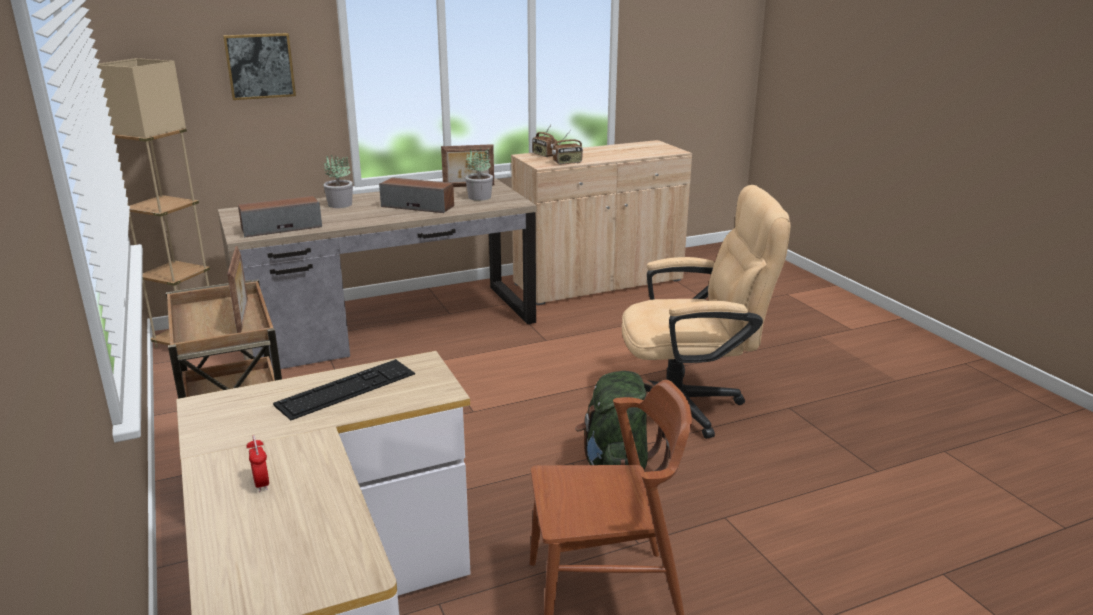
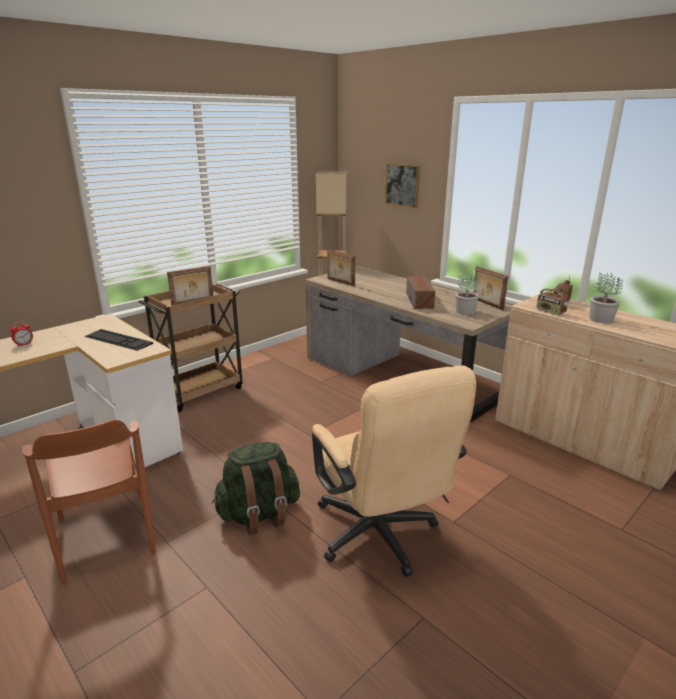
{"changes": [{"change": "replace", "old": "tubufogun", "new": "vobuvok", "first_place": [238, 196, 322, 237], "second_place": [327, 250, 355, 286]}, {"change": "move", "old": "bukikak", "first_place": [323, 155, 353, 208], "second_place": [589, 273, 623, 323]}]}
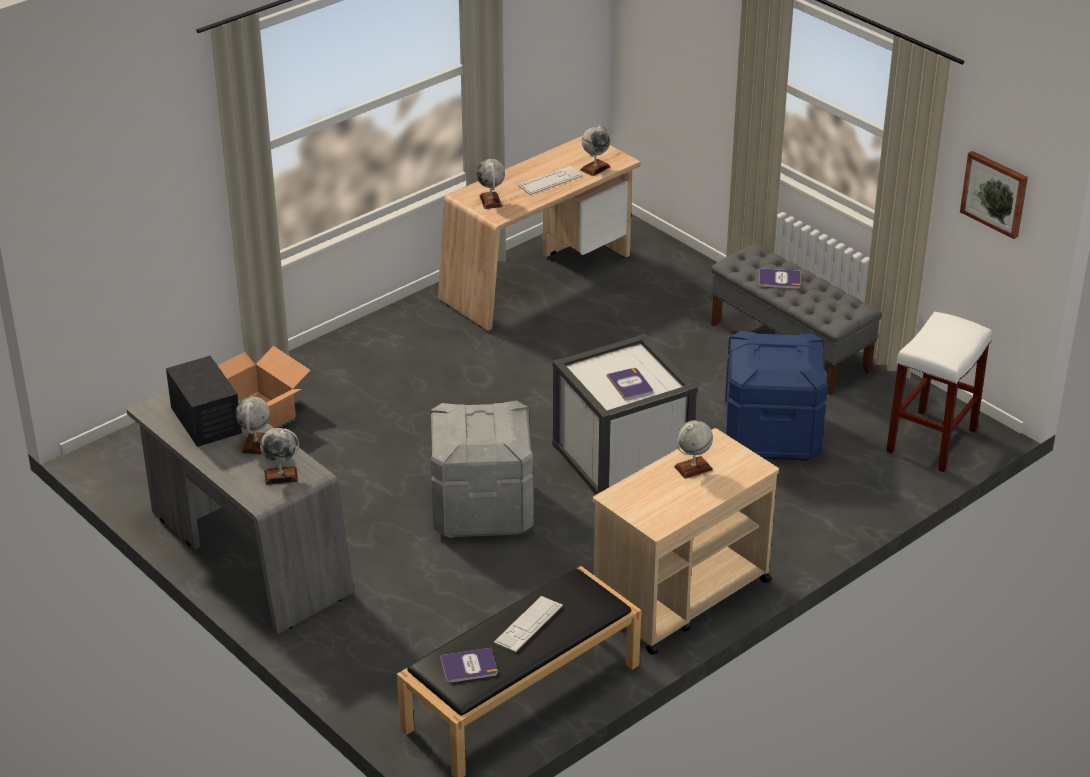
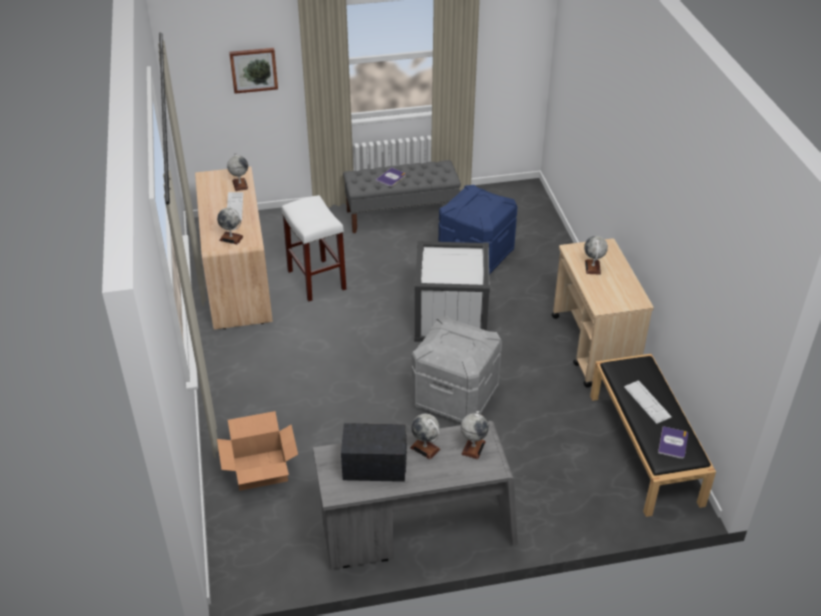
{"changes": [{"change": "move", "old": "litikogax", "first_place": [960, 151, 1028, 239], "second_place": [229, 48, 278, 94]}, {"change": "move", "old": "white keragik", "first_place": [886, 312, 992, 472], "second_place": [281, 195, 346, 301]}, {"change": "delete", "old": "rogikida", "first_place": [607, 368, 653, 401]}]}
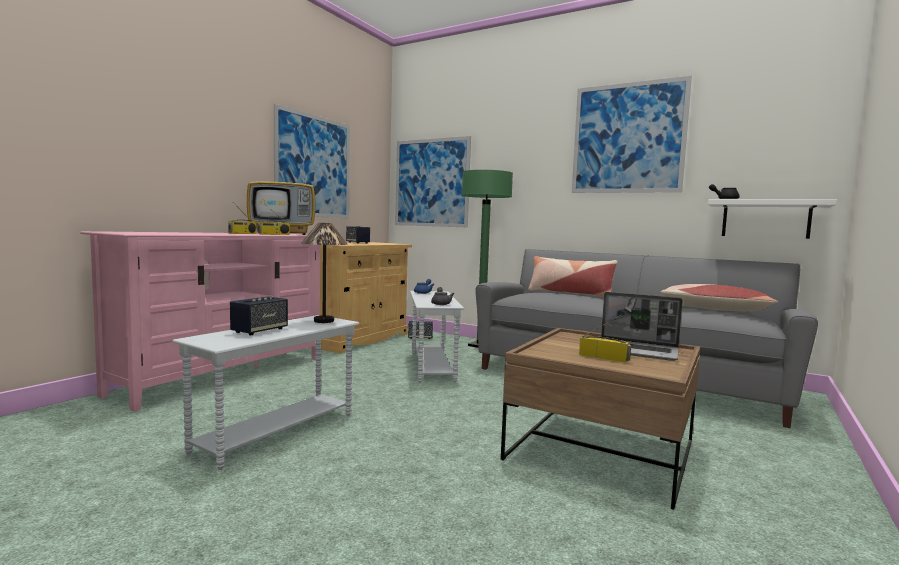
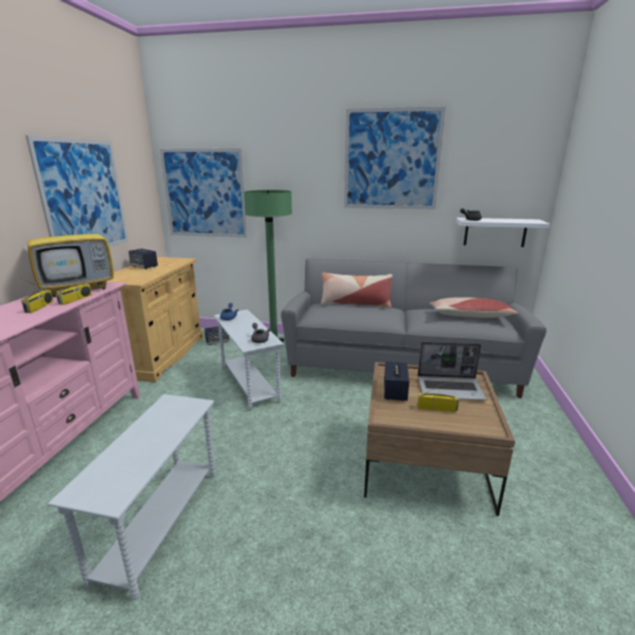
{"changes": [{"change": "move", "old": "tubufogun", "first_place": [230, 296, 288, 335], "second_place": [384, 362, 409, 401]}, {"change": "delete", "old": "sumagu", "first_place": [301, 223, 348, 323]}]}
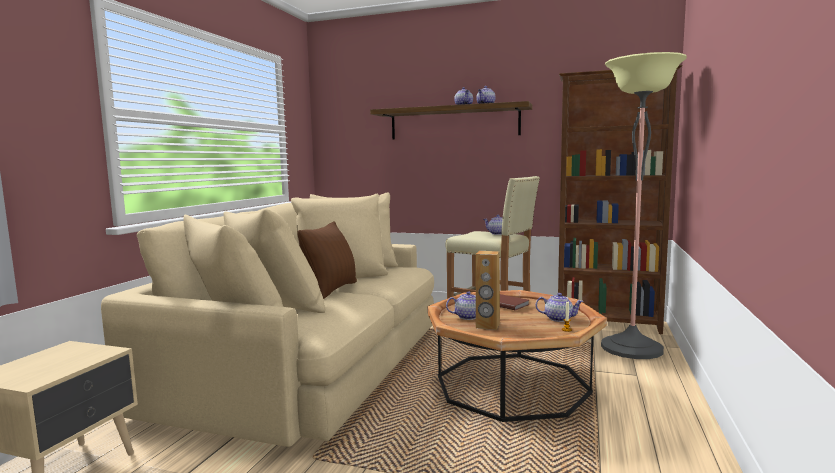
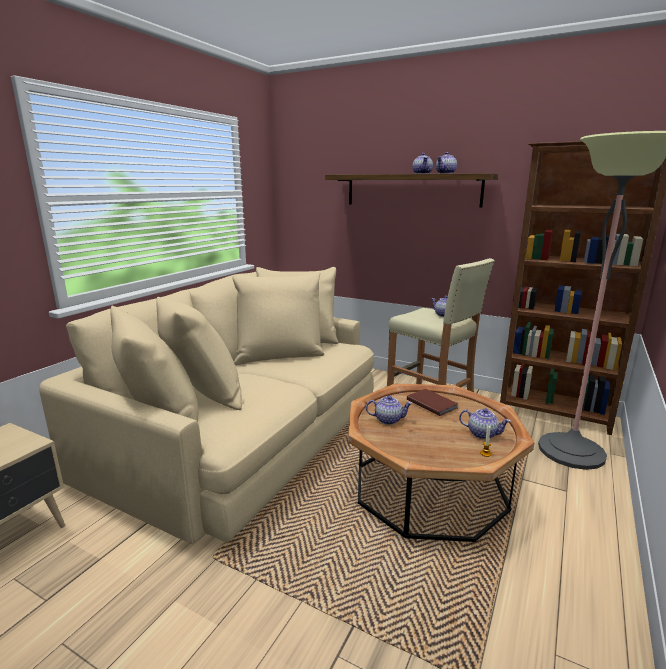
{"changes": [{"change": "delete", "old": "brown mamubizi", "first_place": [297, 222, 357, 299]}, {"change": "delete", "old": "brown tubufogun", "first_place": [476, 251, 500, 330]}]}
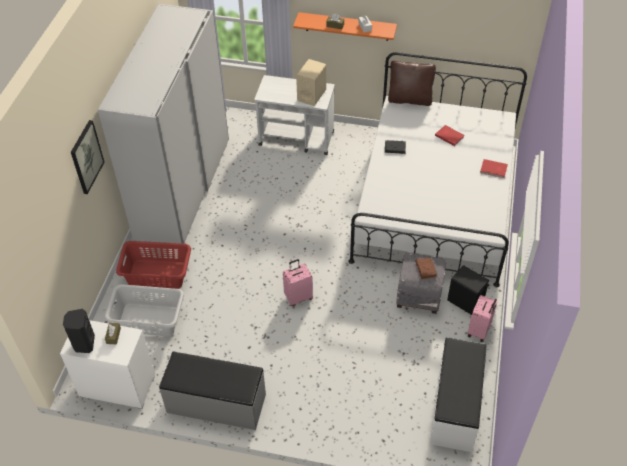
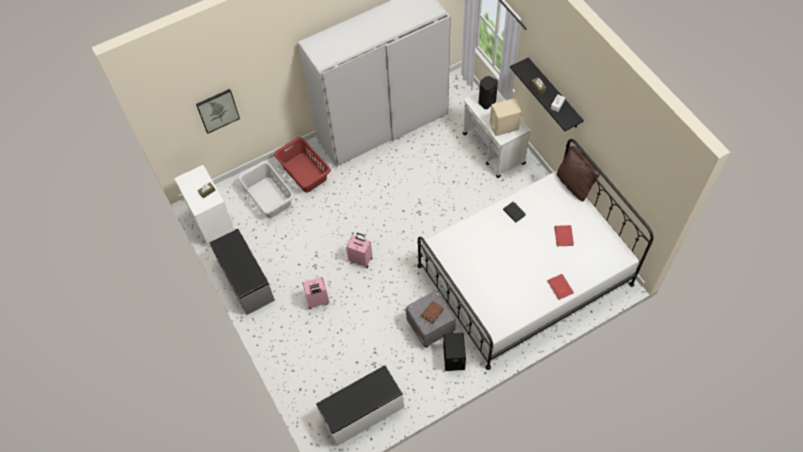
{"changes": [{"change": "move", "old": "litikogax", "first_place": [71, 120, 105, 194], "second_place": [196, 89, 240, 134]}, {"change": "move", "old": "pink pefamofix", "first_place": [468, 295, 498, 342], "second_place": [303, 277, 329, 309]}, {"change": "move", "old": "black tubufogun", "first_place": [63, 309, 95, 353], "second_place": [479, 76, 498, 109]}, {"change": "recolor", "old": "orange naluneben", "new": "black naluneben", "first_place": [293, 12, 397, 41], "second_place": [510, 57, 584, 131]}]}
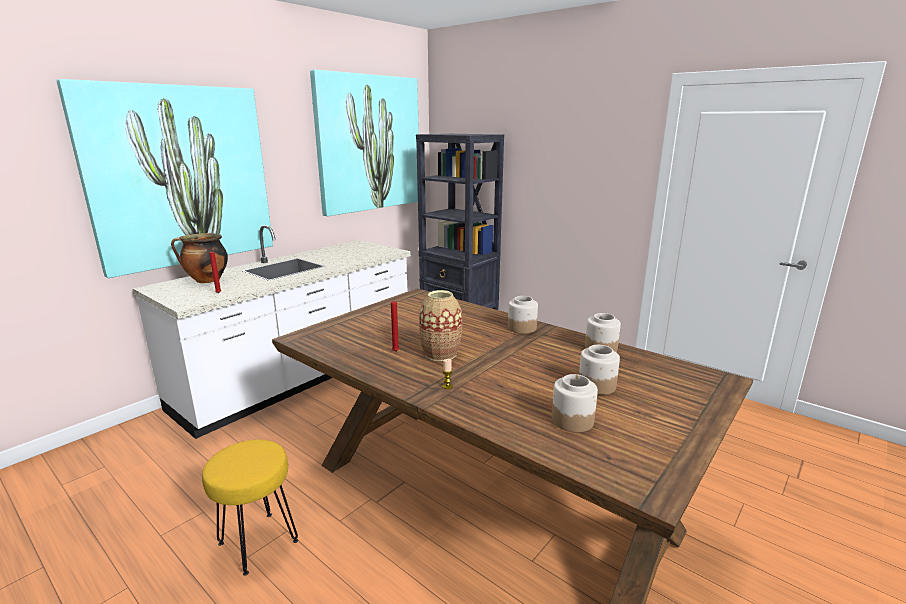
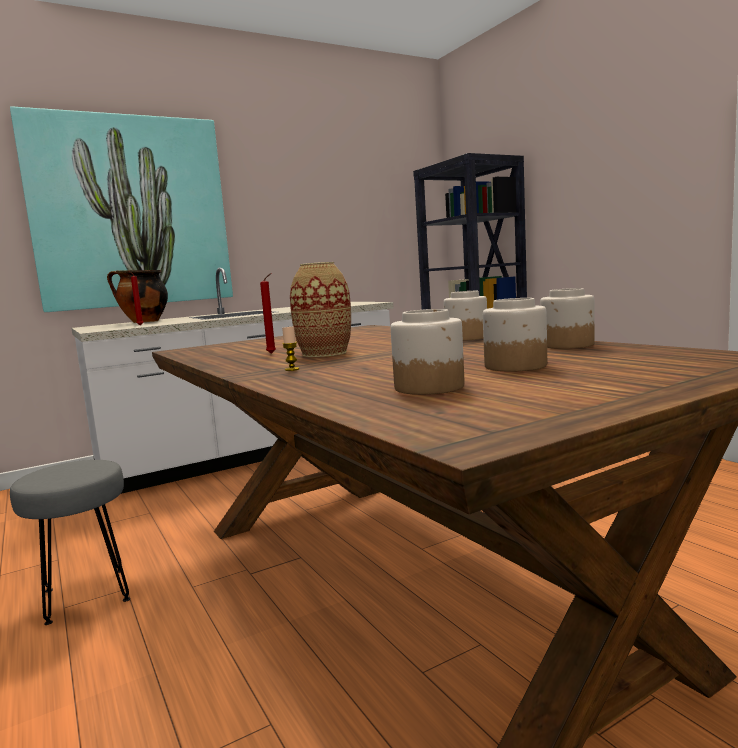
{"changes": [{"change": "recolor", "old": "yellow keragik", "new": "grey keragik", "first_place": [202, 440, 298, 576], "second_place": [10, 460, 130, 625]}, {"change": "delete", "old": "litikogax", "first_place": [310, 70, 419, 216]}]}
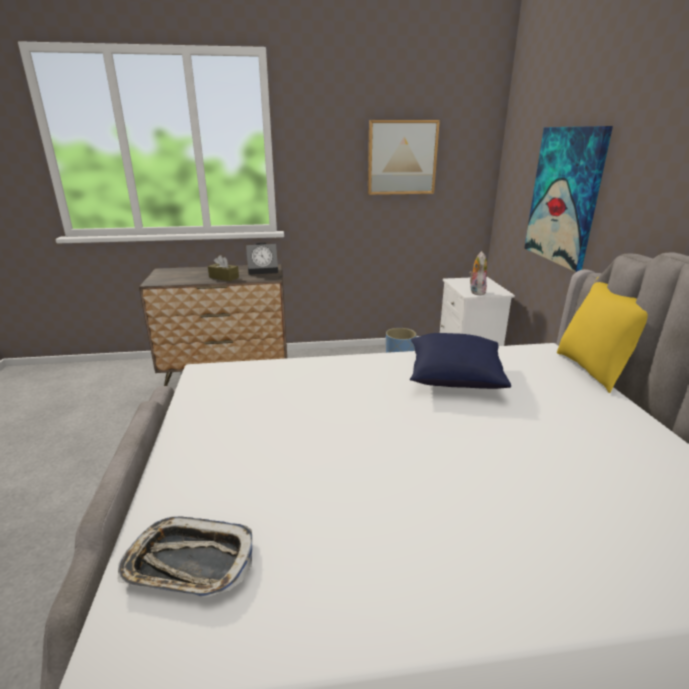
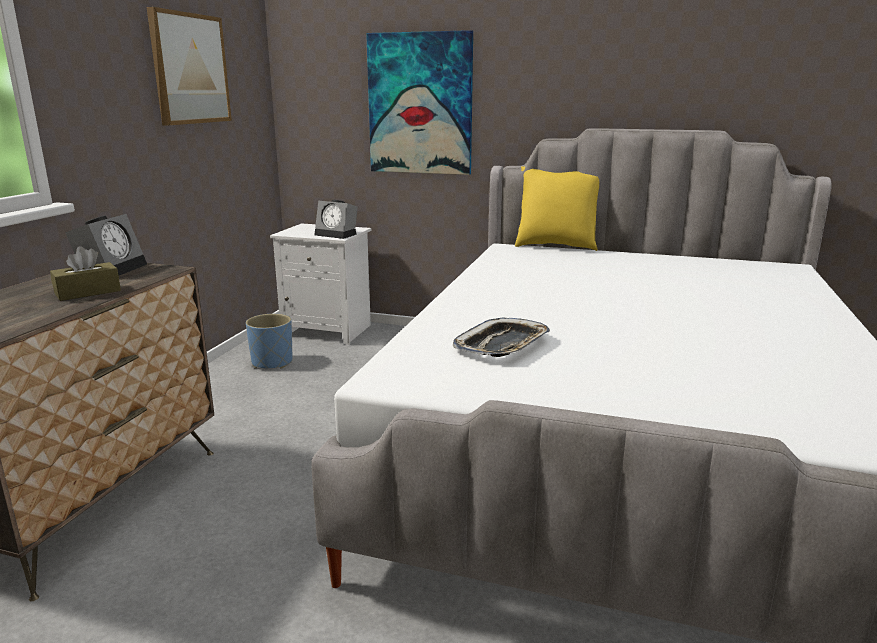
{"changes": [{"change": "replace", "old": "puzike", "new": "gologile", "first_place": [469, 251, 487, 295], "second_place": [314, 200, 358, 239]}, {"change": "move", "old": "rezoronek", "first_place": [118, 517, 252, 597], "second_place": [453, 318, 550, 357]}, {"change": "delete", "old": "blue mamubizi", "first_place": [410, 333, 511, 389]}]}
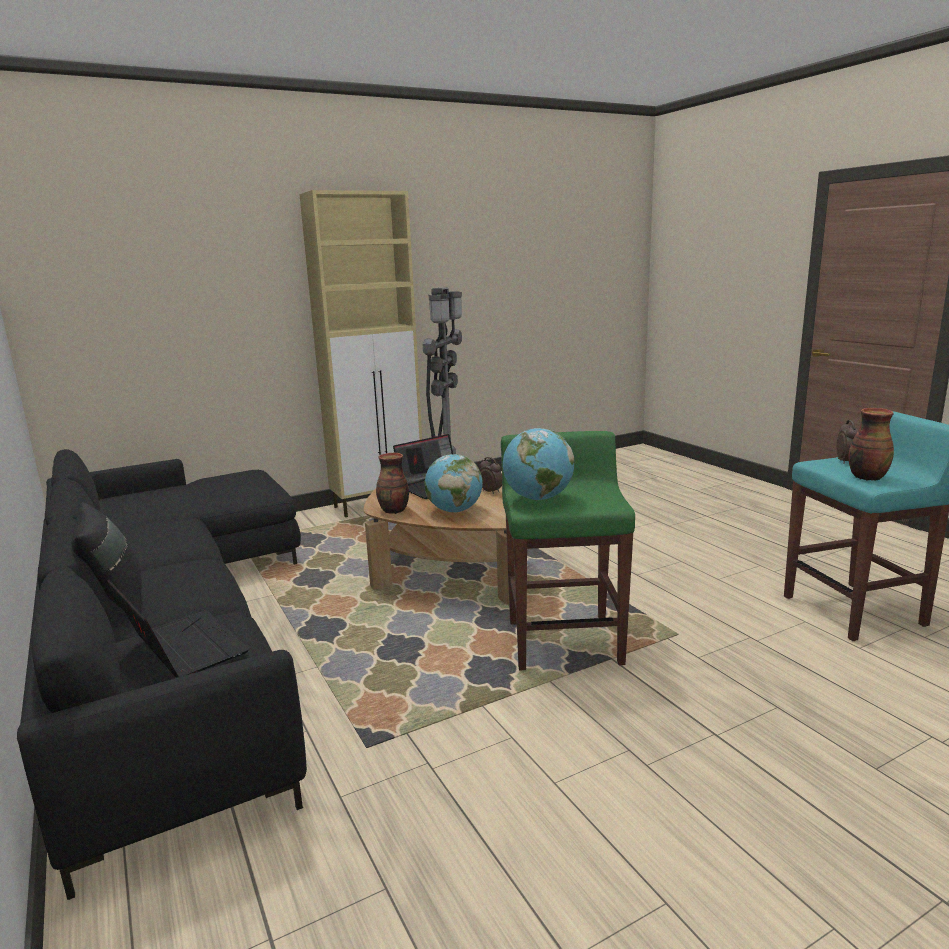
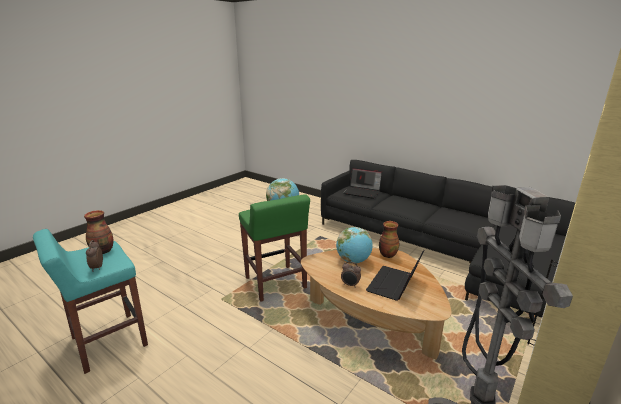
{"changes": [{"change": "delete", "old": "black mamubizi", "first_place": [71, 502, 142, 613]}]}
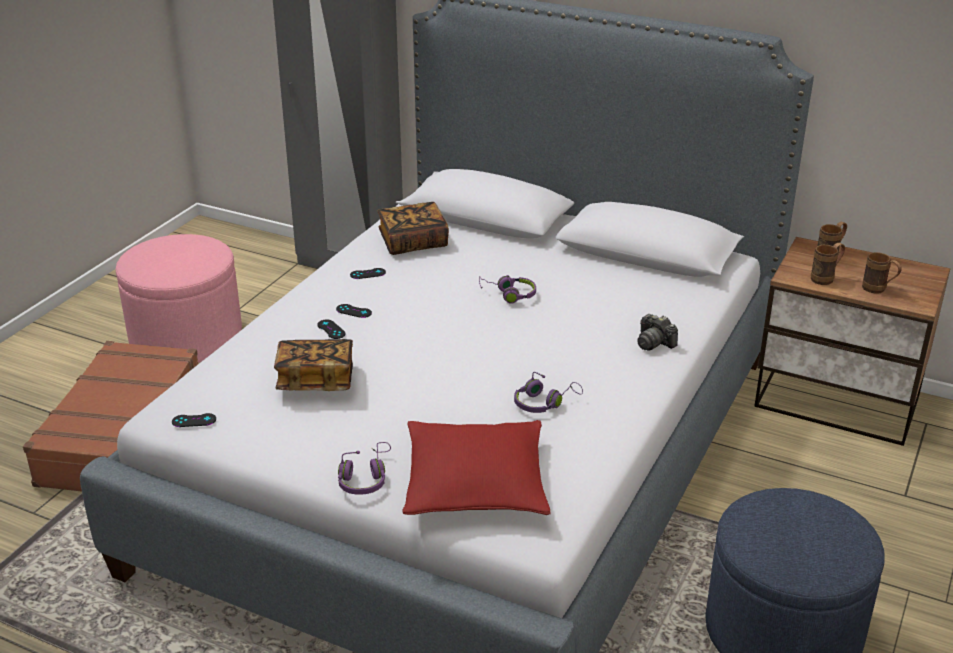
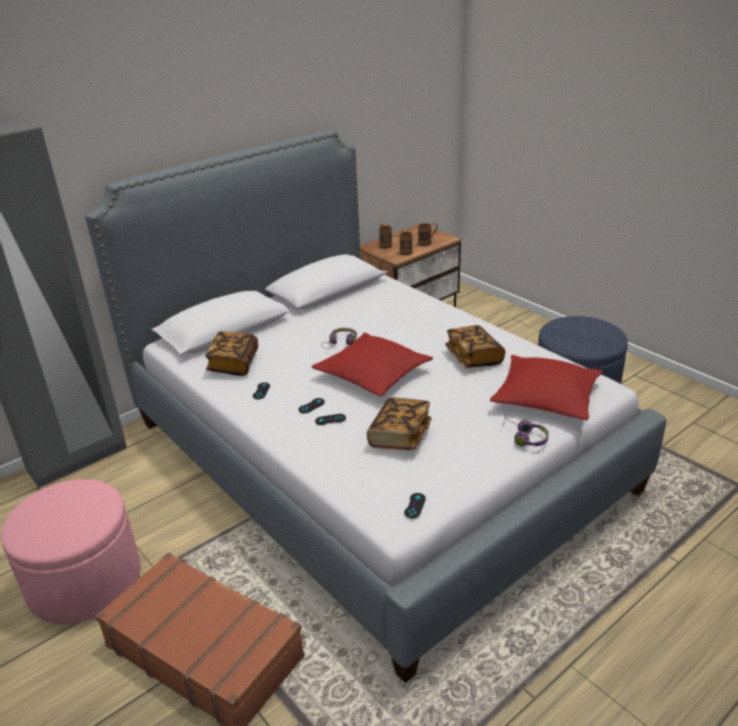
{"changes": [{"change": "insert", "new": "red mamubizi", "second_place": [311, 332, 433, 397]}, {"change": "replace", "old": "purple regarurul", "new": "rogikida", "first_place": [514, 372, 583, 413], "second_place": [445, 325, 505, 368]}, {"change": "delete", "old": "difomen", "first_place": [637, 314, 678, 351]}]}
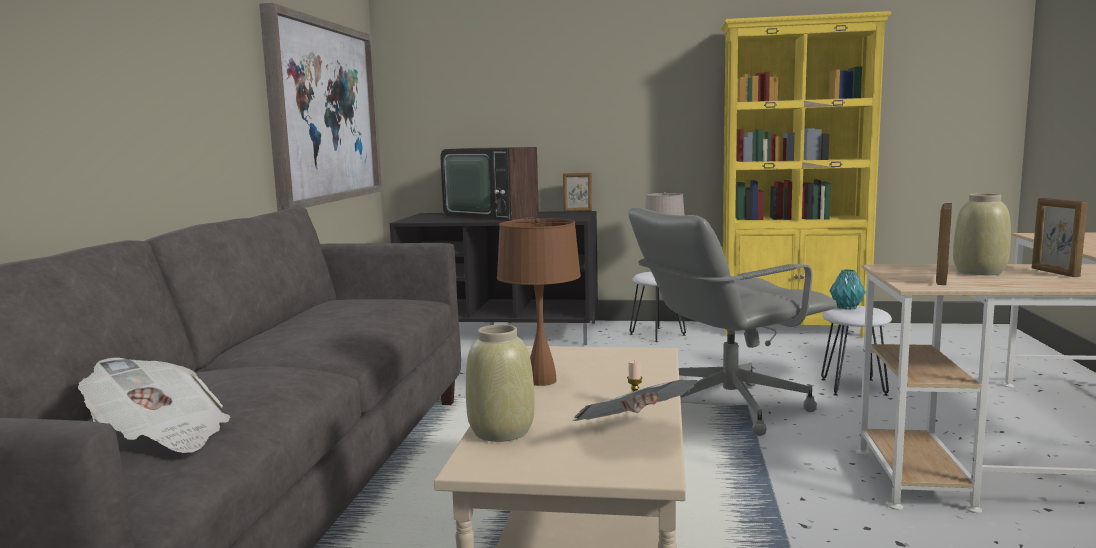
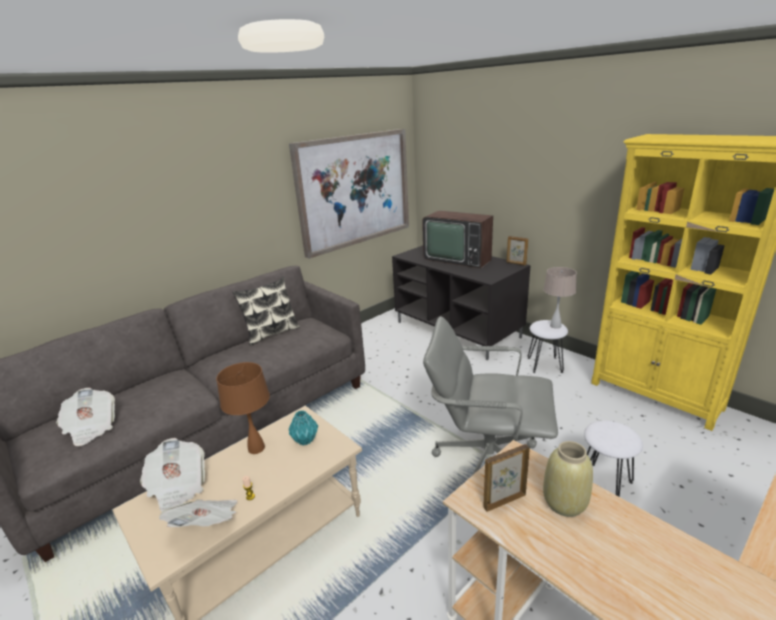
{"changes": [{"change": "replace", "old": "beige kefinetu", "new": "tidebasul", "first_place": [466, 325, 534, 442], "second_place": [140, 438, 205, 512]}, {"change": "insert", "new": "mamubizi", "second_place": [232, 277, 300, 346]}, {"change": "move", "old": "turquoise kefinetu", "first_place": [829, 269, 866, 310], "second_place": [288, 410, 318, 446]}, {"change": "rotate", "old": "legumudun", "first_place": [441, 147, 539, 221], "second_place": [422, 211, 493, 268], "degrees": -45}, {"change": "delete", "old": "vobuvok", "first_place": [1032, 198, 1088, 277]}]}
